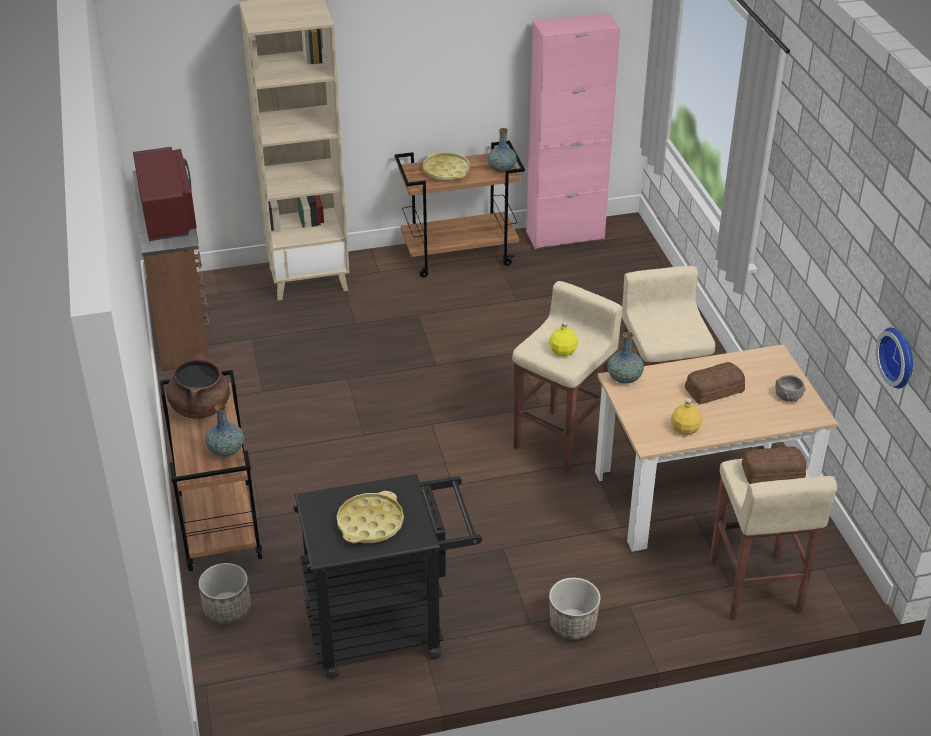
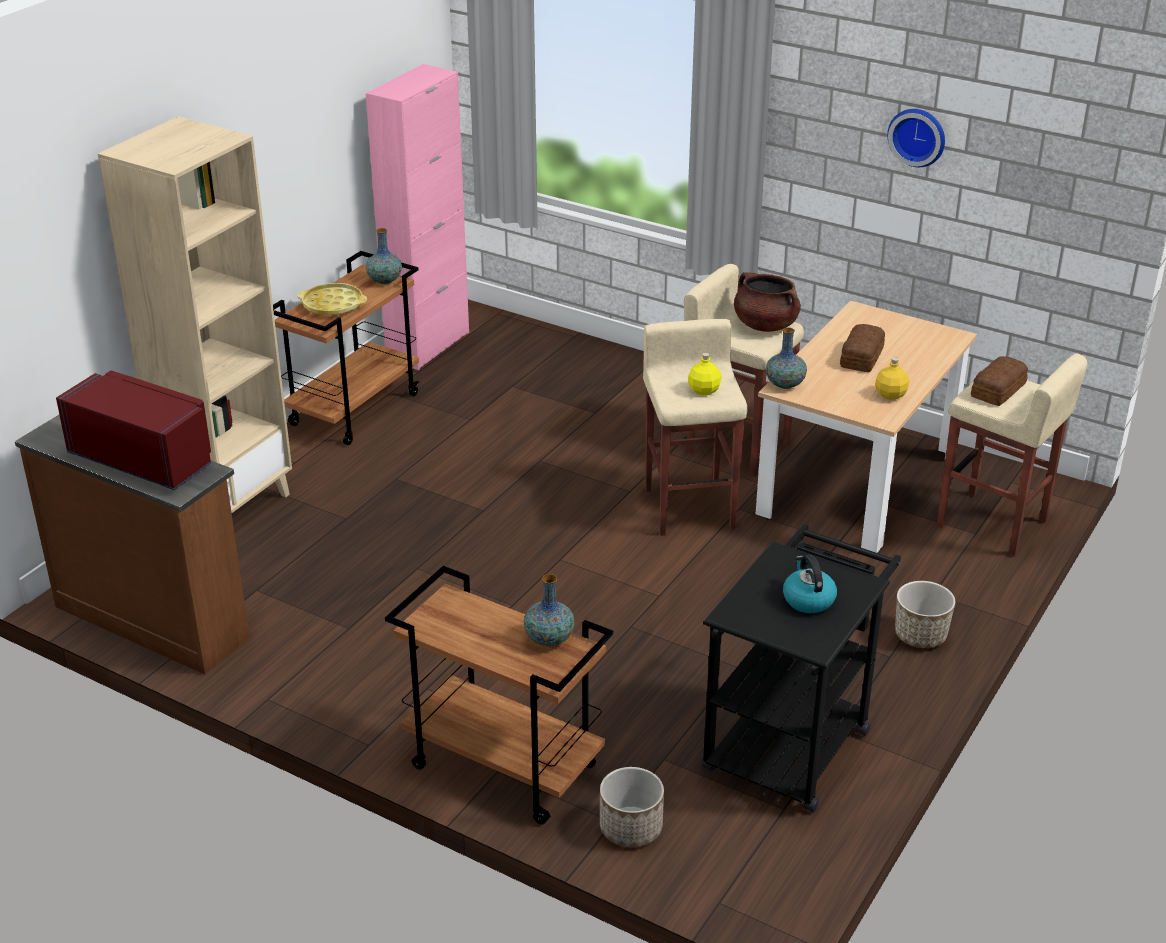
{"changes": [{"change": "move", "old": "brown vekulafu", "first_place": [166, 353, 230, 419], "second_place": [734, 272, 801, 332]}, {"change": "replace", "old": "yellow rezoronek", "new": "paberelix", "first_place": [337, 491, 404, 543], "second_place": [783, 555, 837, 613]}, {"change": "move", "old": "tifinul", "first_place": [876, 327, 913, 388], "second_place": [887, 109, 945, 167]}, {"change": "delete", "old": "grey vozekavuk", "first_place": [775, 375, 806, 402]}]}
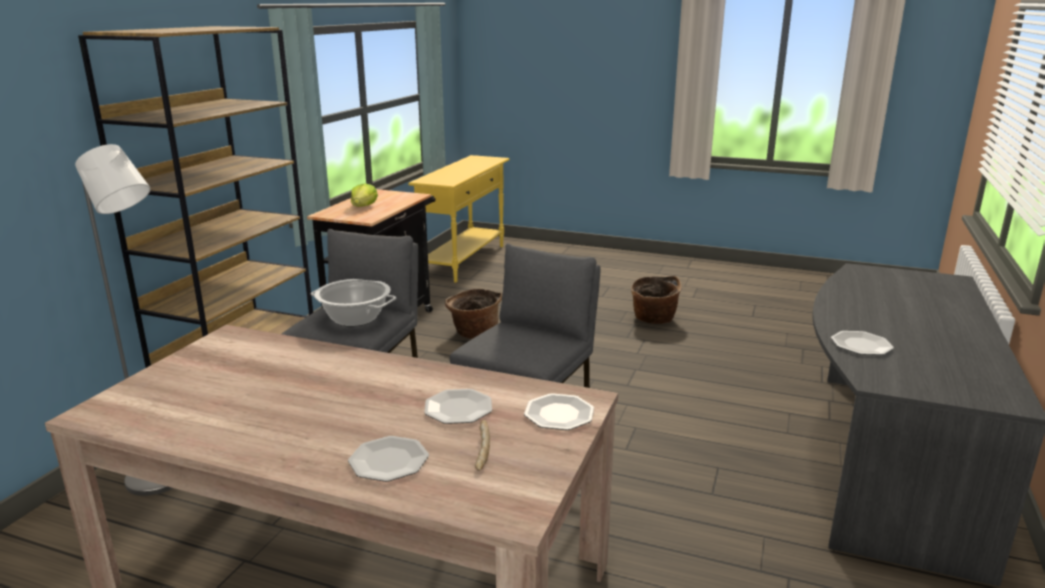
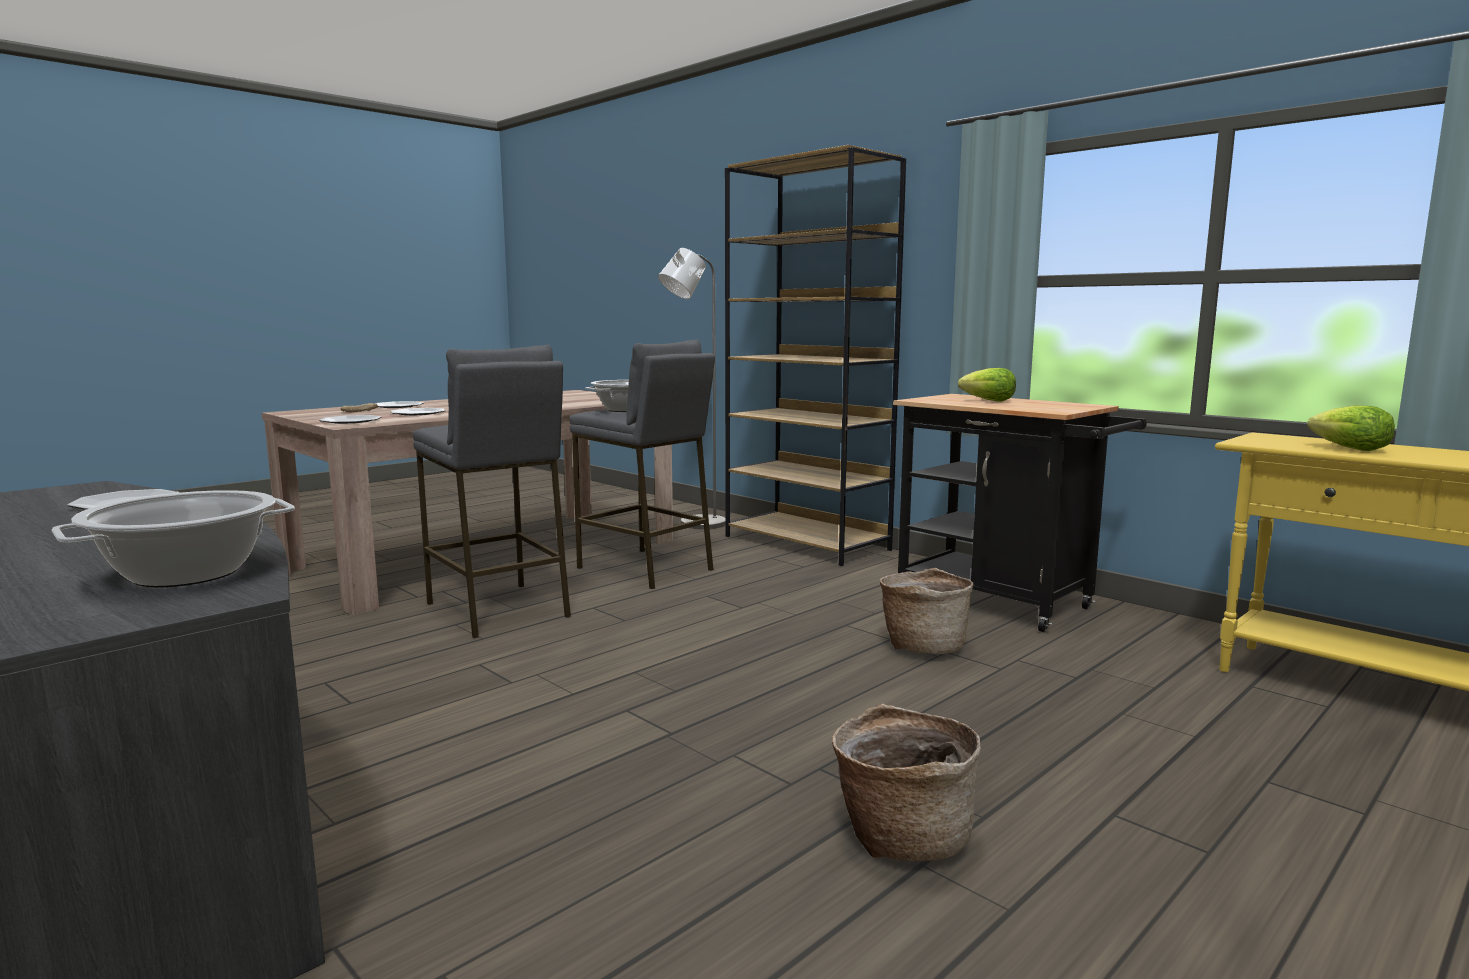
{"changes": [{"change": "insert", "new": "vekulafu", "second_place": [52, 490, 295, 587]}, {"change": "insert", "new": "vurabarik", "second_place": [1307, 406, 1395, 451]}]}
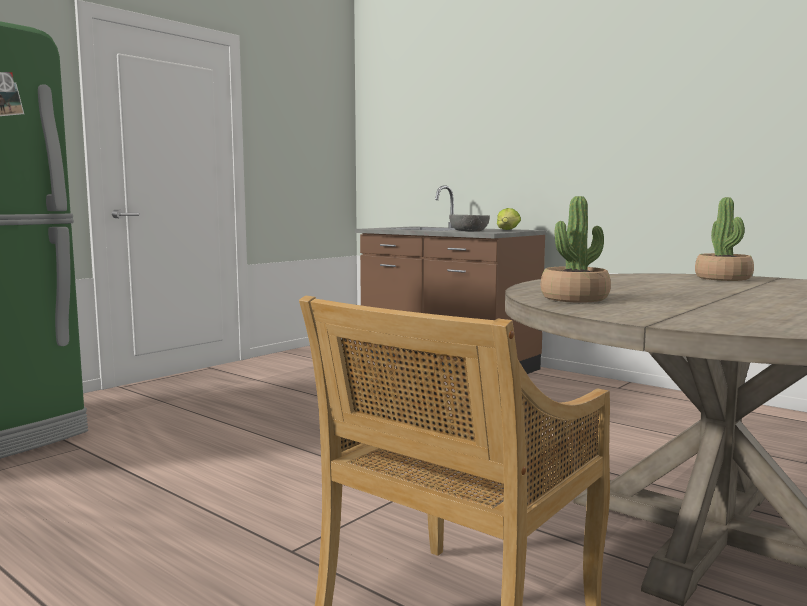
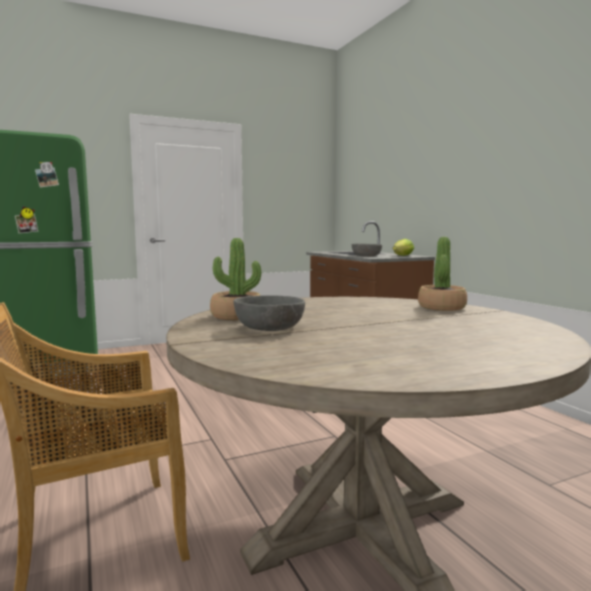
{"changes": [{"change": "insert", "new": "grey vozekavuk", "second_place": [233, 295, 305, 331]}]}
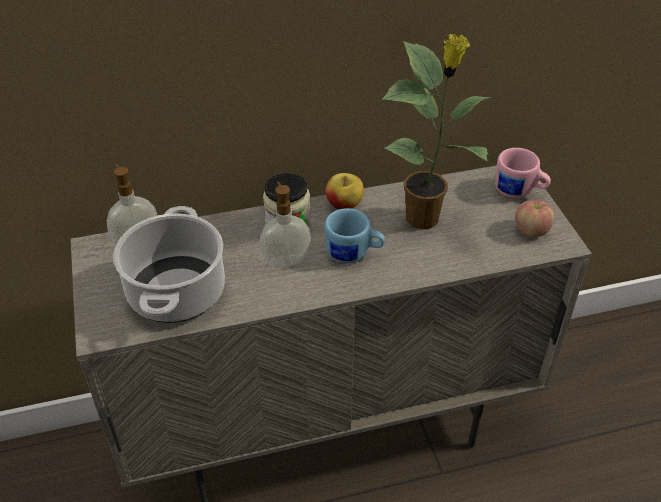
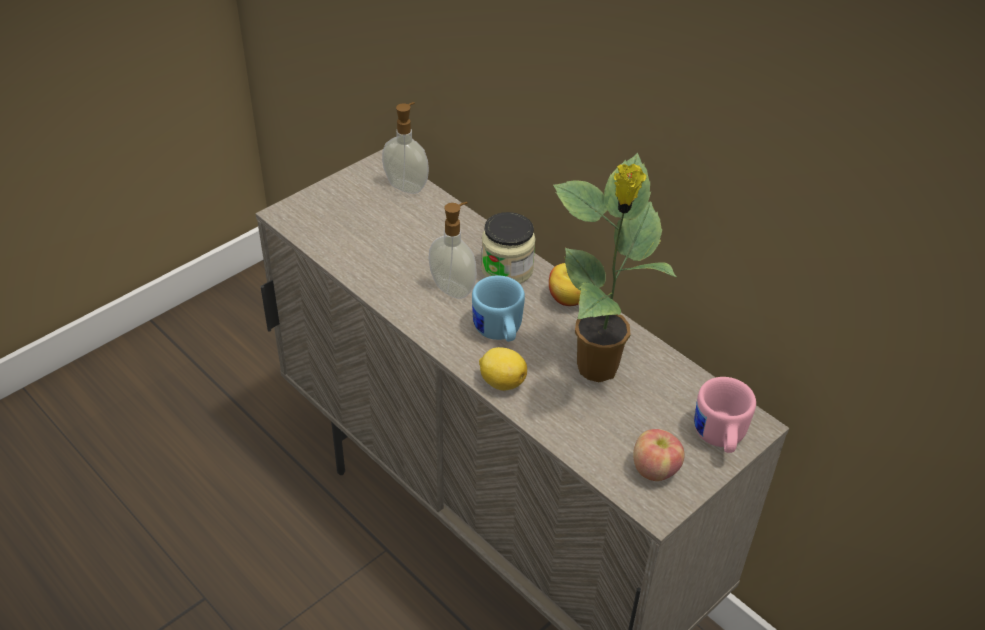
{"changes": [{"change": "insert", "new": "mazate", "second_place": [479, 347, 527, 391]}, {"change": "delete", "old": "vekulafu", "first_place": [113, 206, 225, 323]}]}
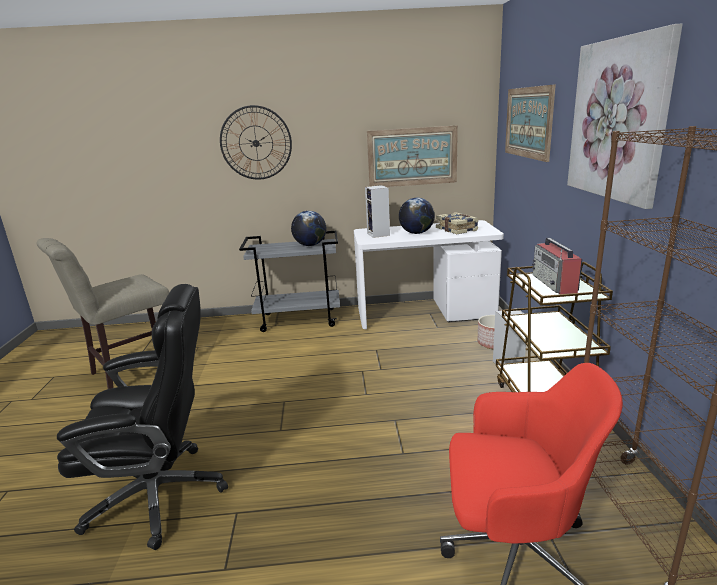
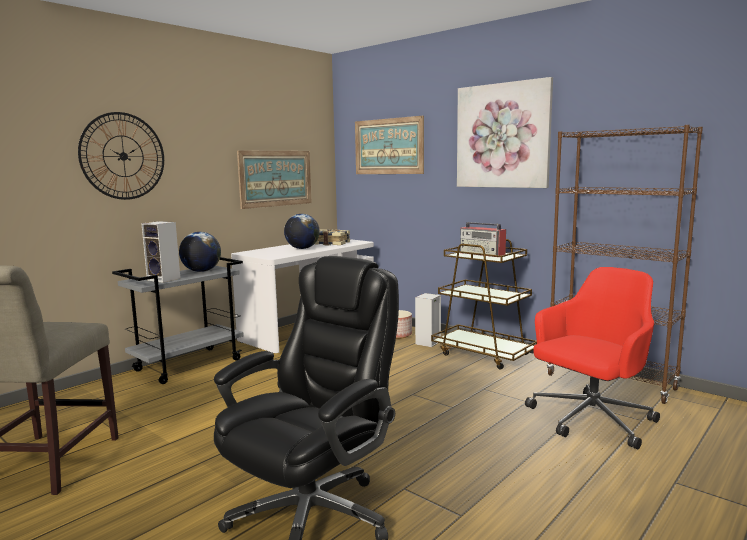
{"changes": [{"change": "move", "old": "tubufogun", "first_place": [365, 185, 390, 238], "second_place": [141, 221, 180, 283]}]}
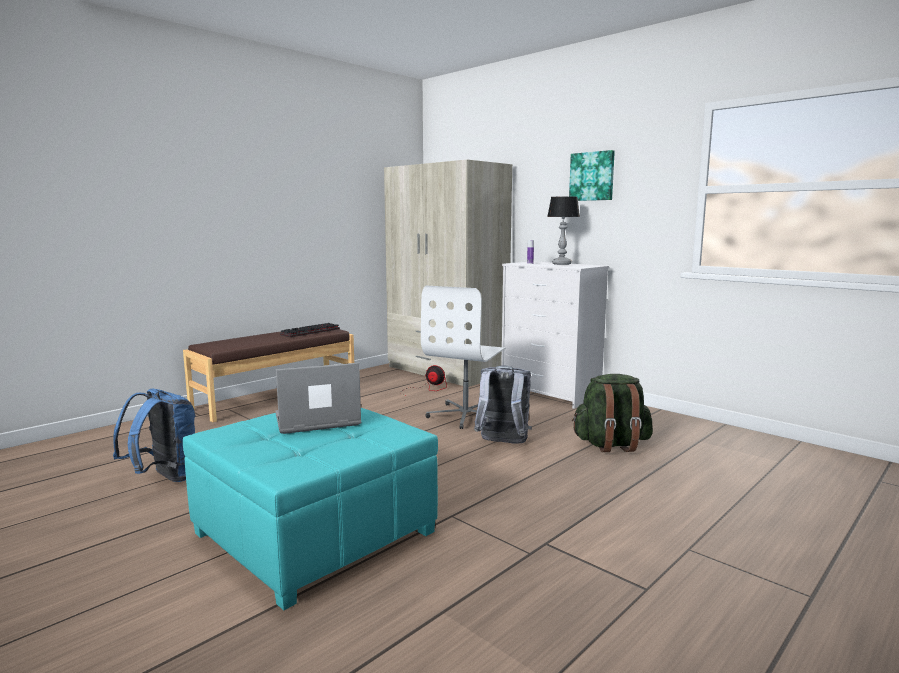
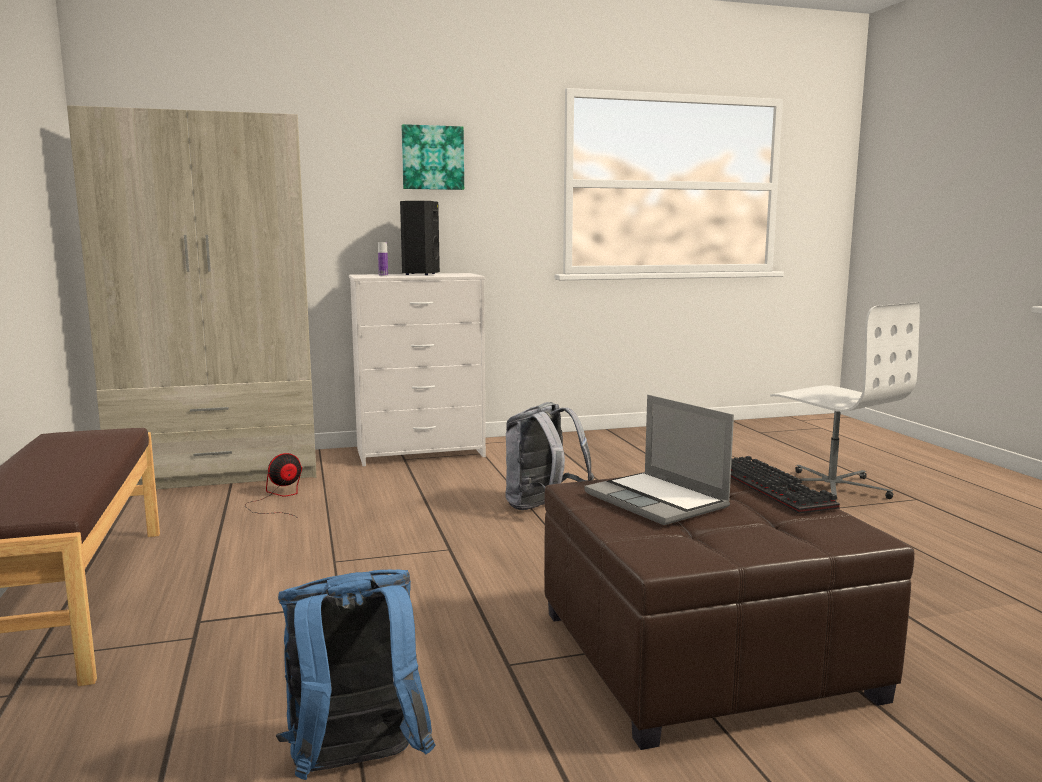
{"changes": [{"change": "replace", "old": "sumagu", "new": "black tubufogun", "first_place": [547, 196, 580, 265], "second_place": [400, 201, 440, 275]}, {"change": "recolor", "old": "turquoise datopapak", "new": "brown datopapak", "first_place": [183, 408, 438, 610], "second_place": [544, 477, 915, 750]}, {"change": "rotate", "old": "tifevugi", "first_place": [275, 363, 361, 434], "second_place": [584, 395, 734, 525], "degrees": -45}, {"change": "move", "old": "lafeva", "first_place": [280, 323, 340, 337], "second_place": [731, 456, 840, 514]}, {"change": "move", "old": "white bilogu", "first_place": [421, 286, 506, 429], "second_place": [770, 302, 920, 501]}, {"change": "delete", "old": "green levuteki", "first_place": [572, 374, 653, 452]}]}
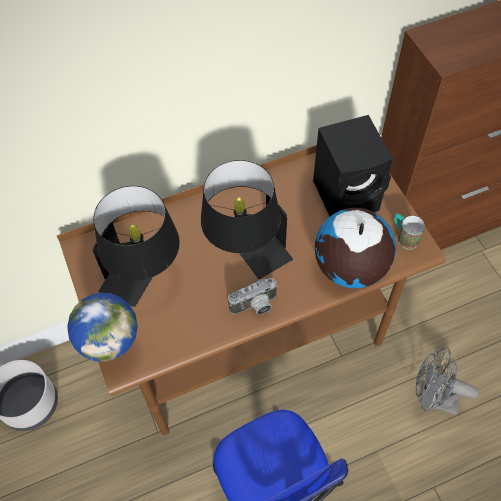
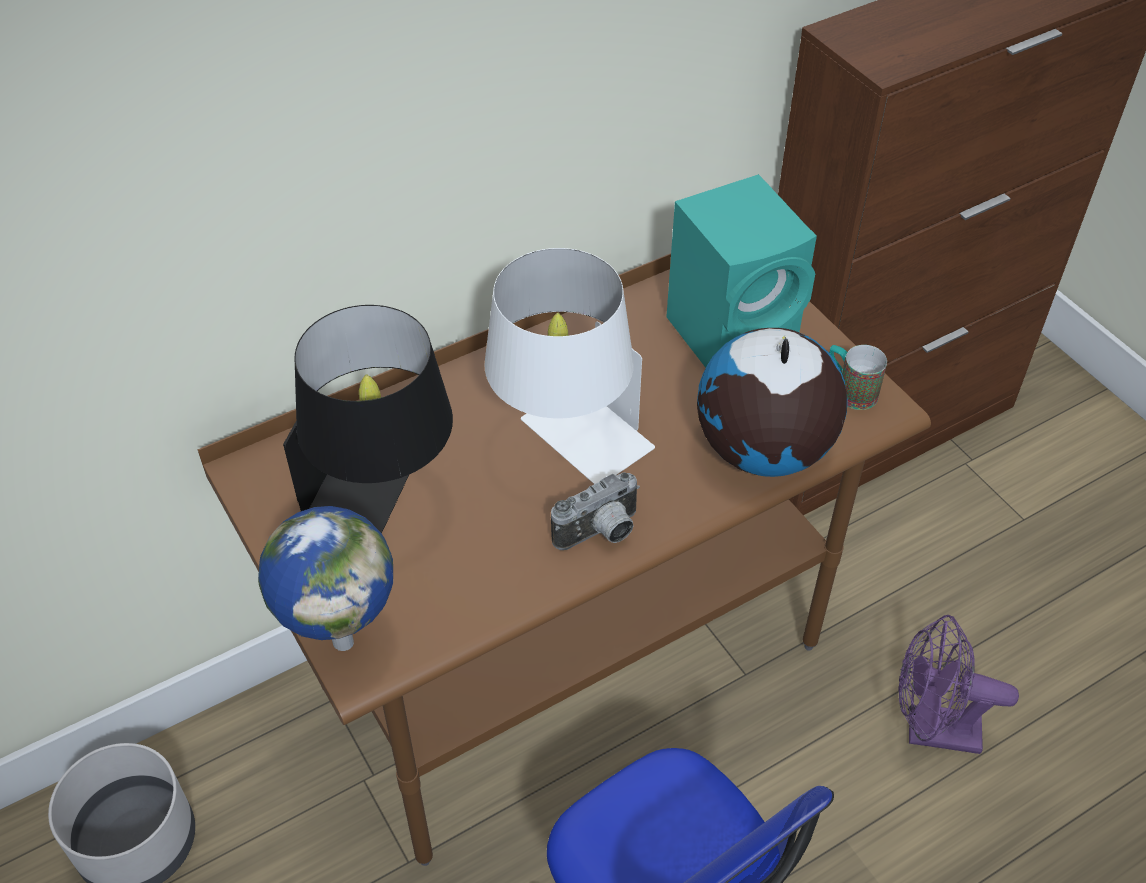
{"changes": [{"change": "recolor", "old": "black sumagu", "new": "white sumagu", "first_place": [201, 160, 293, 279], "second_place": [484, 248, 655, 484]}, {"change": "recolor", "old": "black tubufogun", "new": "turquoise tubufogun", "first_place": [313, 115, 393, 216], "second_place": [666, 174, 817, 368]}, {"change": "recolor", "old": "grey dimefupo", "new": "purple dimefupo", "first_place": [416, 347, 479, 415], "second_place": [899, 615, 1019, 754]}]}
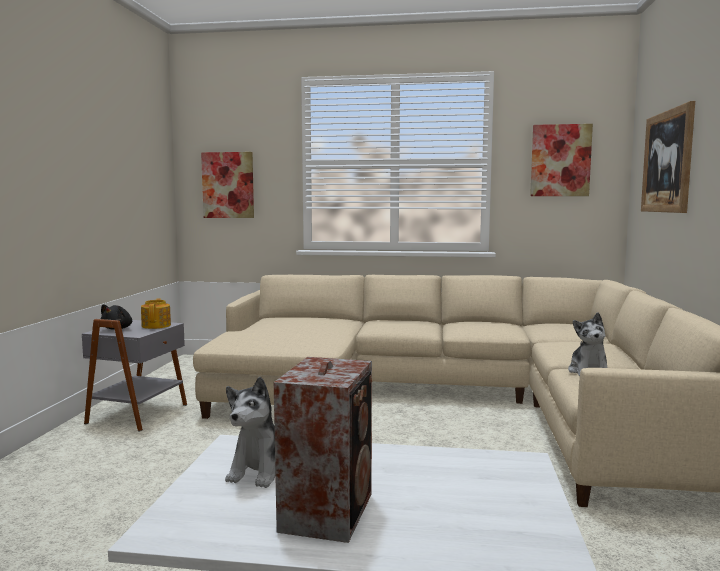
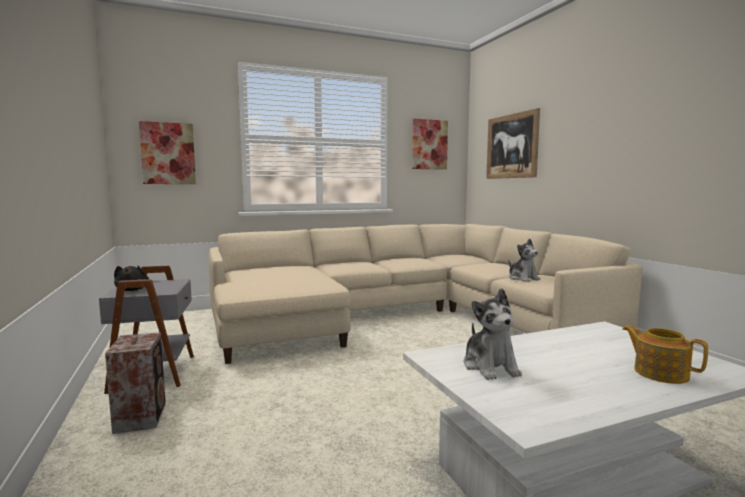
{"changes": [{"change": "move", "old": "tubufogun", "first_place": [274, 357, 372, 543], "second_place": [105, 332, 166, 434]}, {"change": "move", "old": "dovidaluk", "first_place": [141, 298, 171, 329], "second_place": [622, 325, 708, 384]}]}
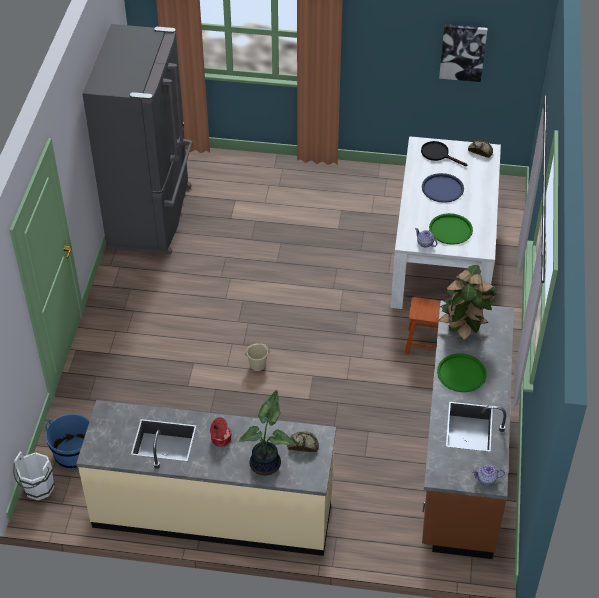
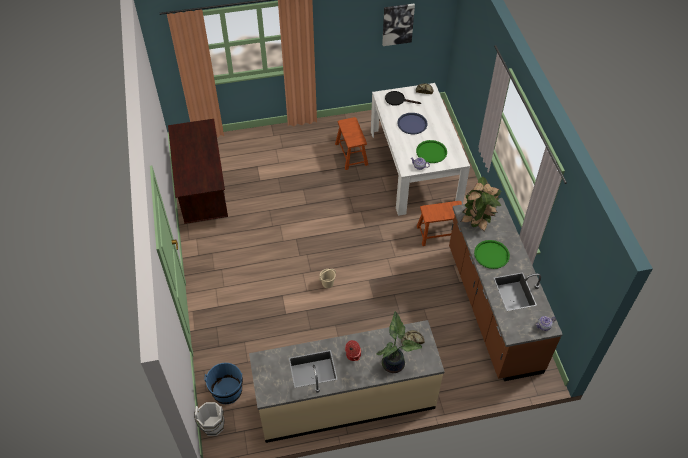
{"changes": [{"change": "replace", "old": "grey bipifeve", "new": "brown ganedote", "first_place": [82, 24, 193, 255], "second_place": [168, 119, 228, 224]}, {"change": "insert", "new": "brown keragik", "second_place": [335, 117, 368, 170]}]}
